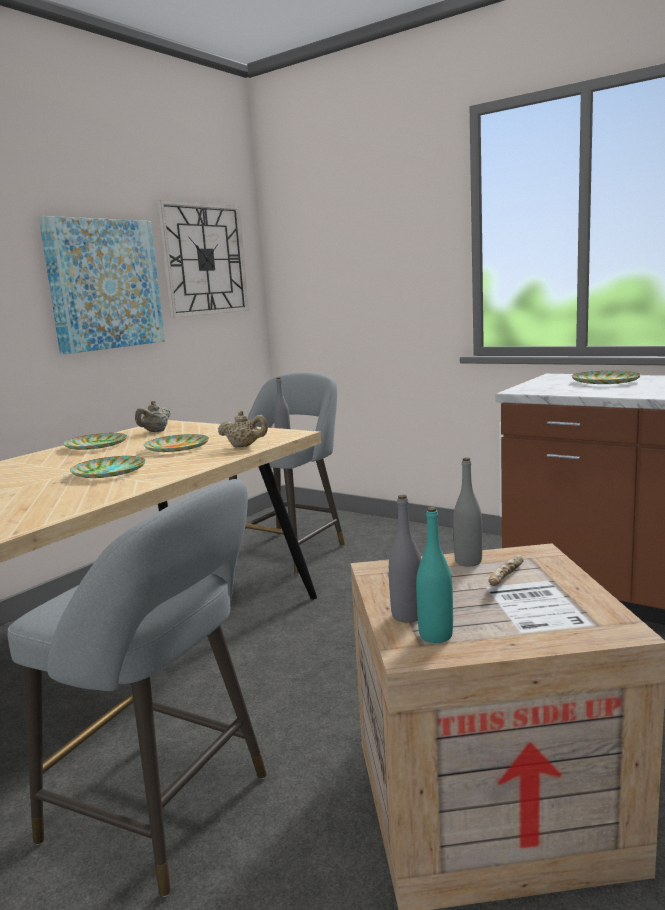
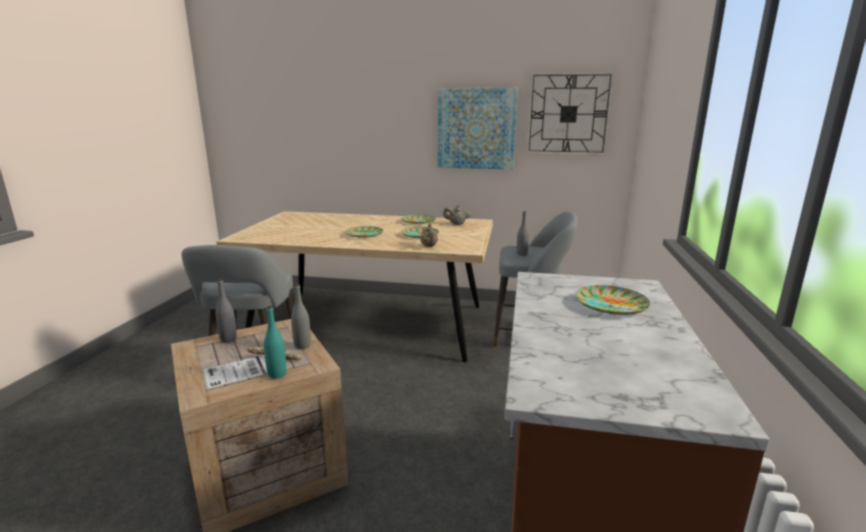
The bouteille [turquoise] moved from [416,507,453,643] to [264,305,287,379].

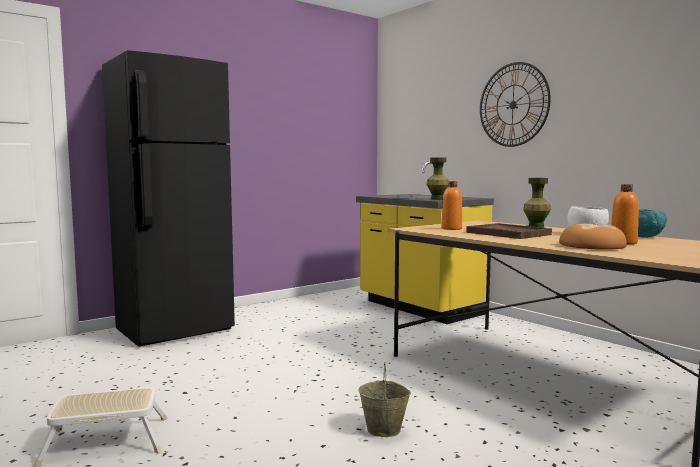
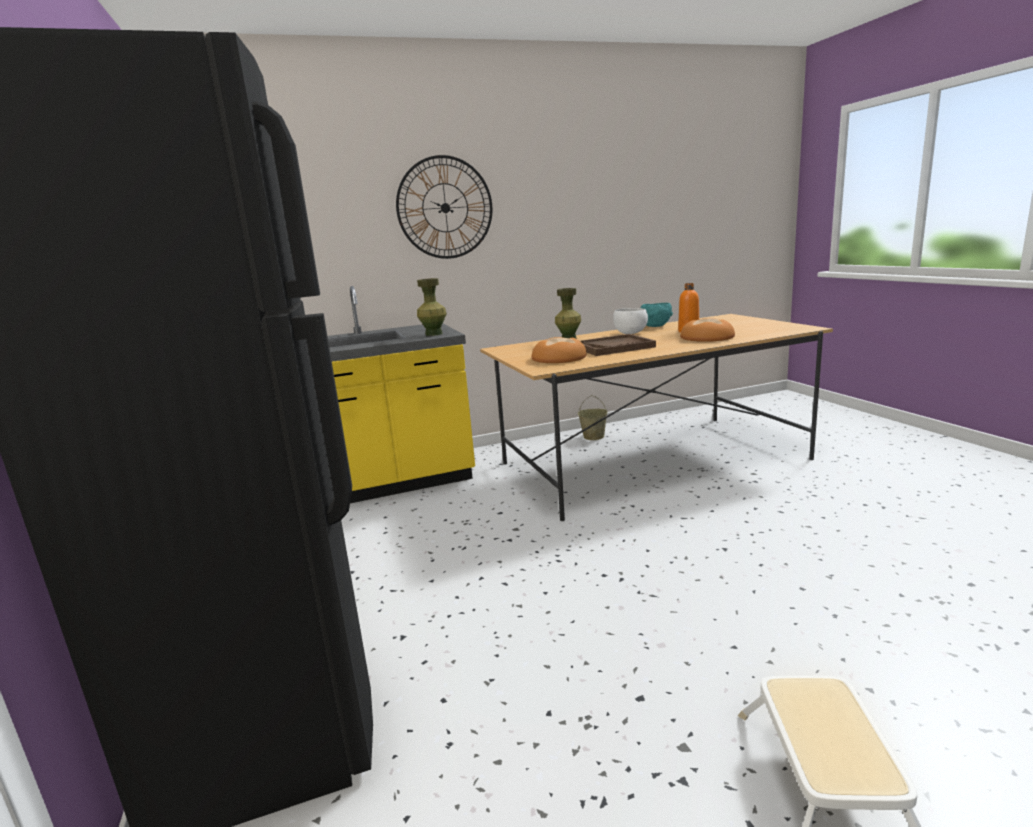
The bouteille [orange] at [441,181,462,230] was replaced by the pain at [532,337,587,363].
The seau [beige] moved from [358,362,411,437] to [578,395,608,440].

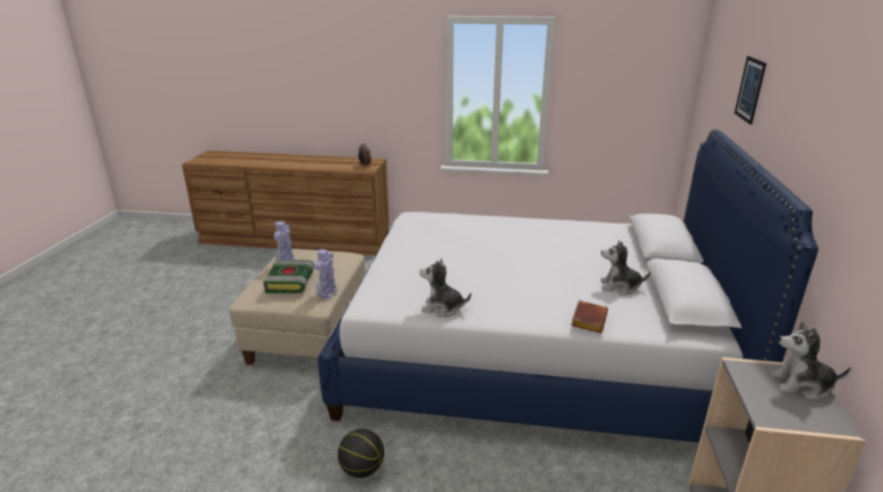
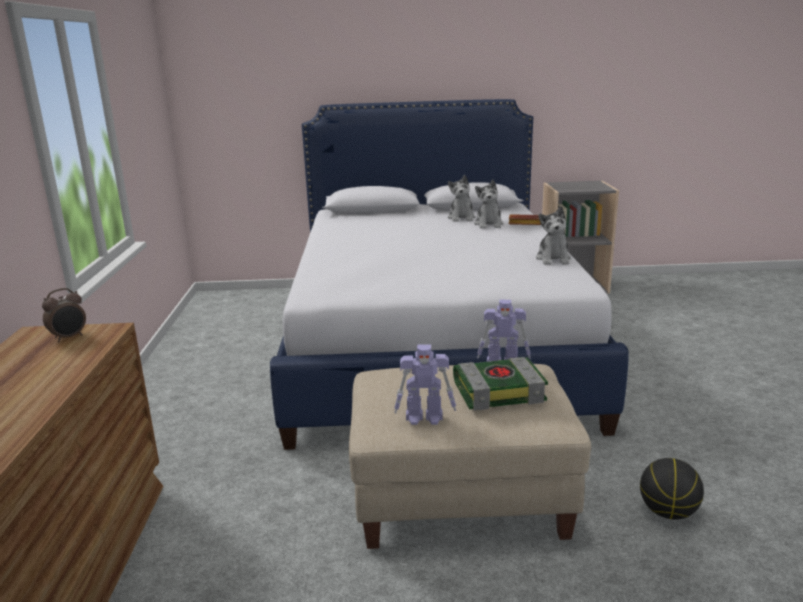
The tableau at [734,56,767,125] disappeared.
The peluche moved from [770,321,851,400] to [474,180,503,228].
The ballon de basket moved from [338,429,384,478] to [640,458,704,520].

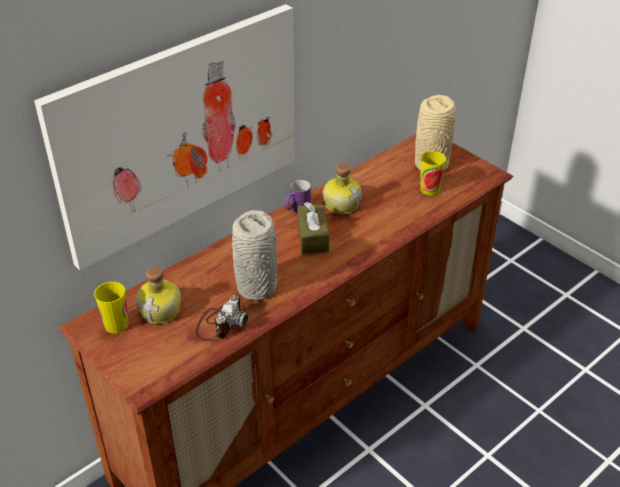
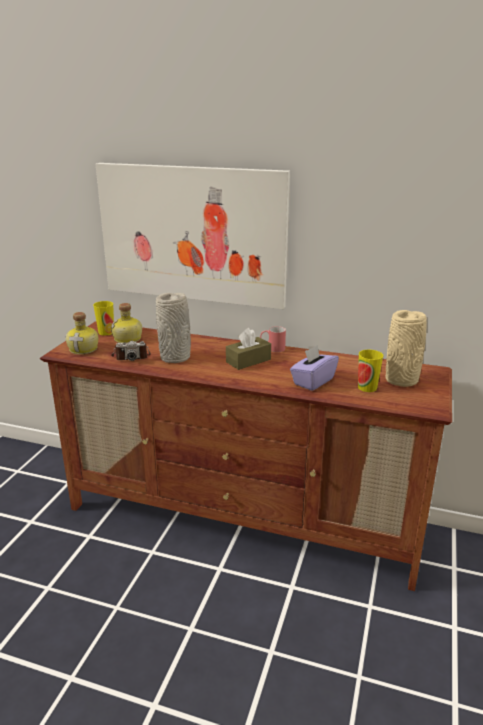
The bouteille moved from [323,163,362,214] to [66,312,98,354].
The mug [violet] at [284,180,311,212] became the mug [rouge] at [260,326,286,352].
The boîte à mouchoirs [violet] at [290,345,339,391] appeared.

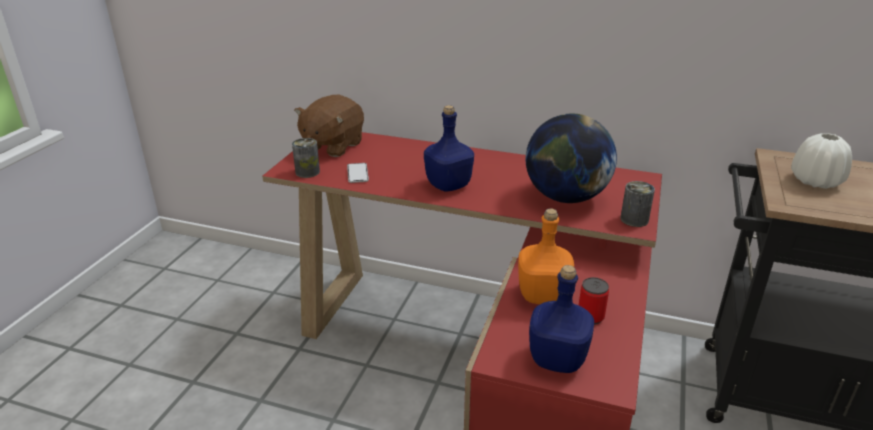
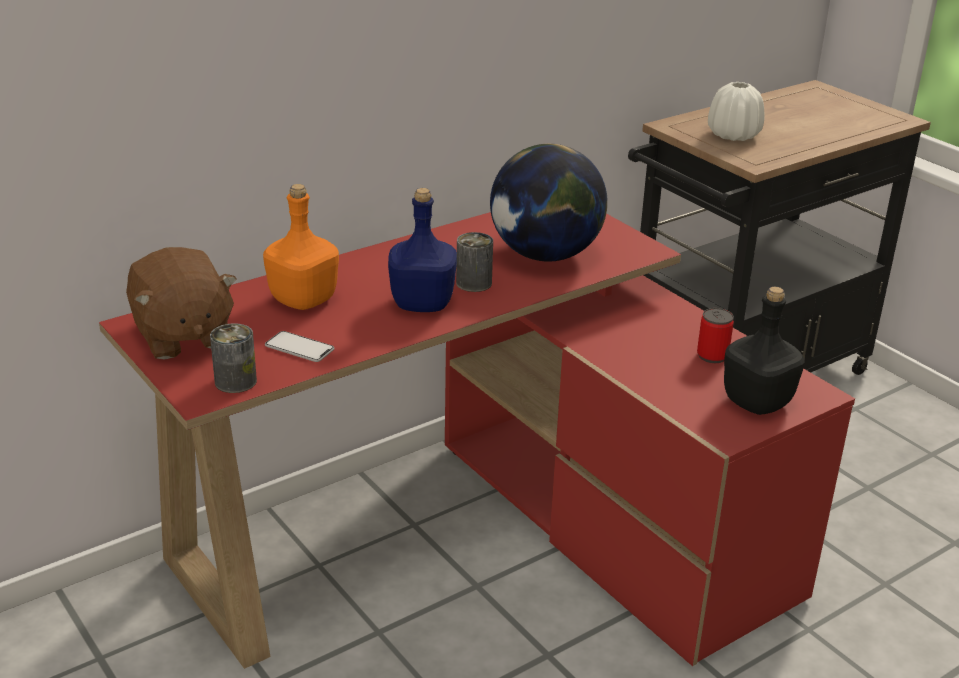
The boîte métallique moved from [620,181,655,227] to [456,232,493,292].
The bouteille [orange] moved from [518,208,574,304] to [263,184,339,310].
The bouteille [bleu] at [529,265,594,373] became the bouteille [noir] at [724,286,805,415].

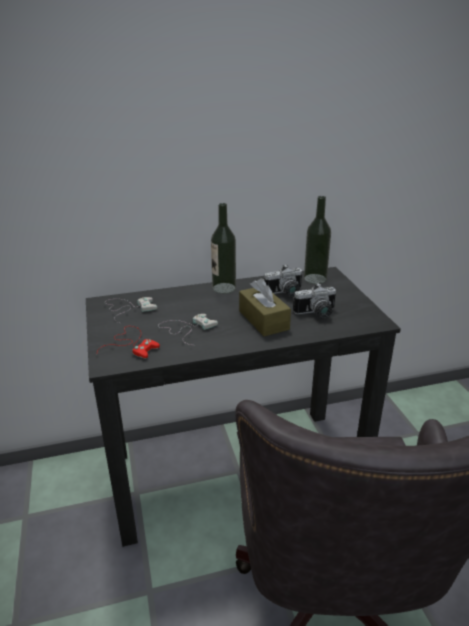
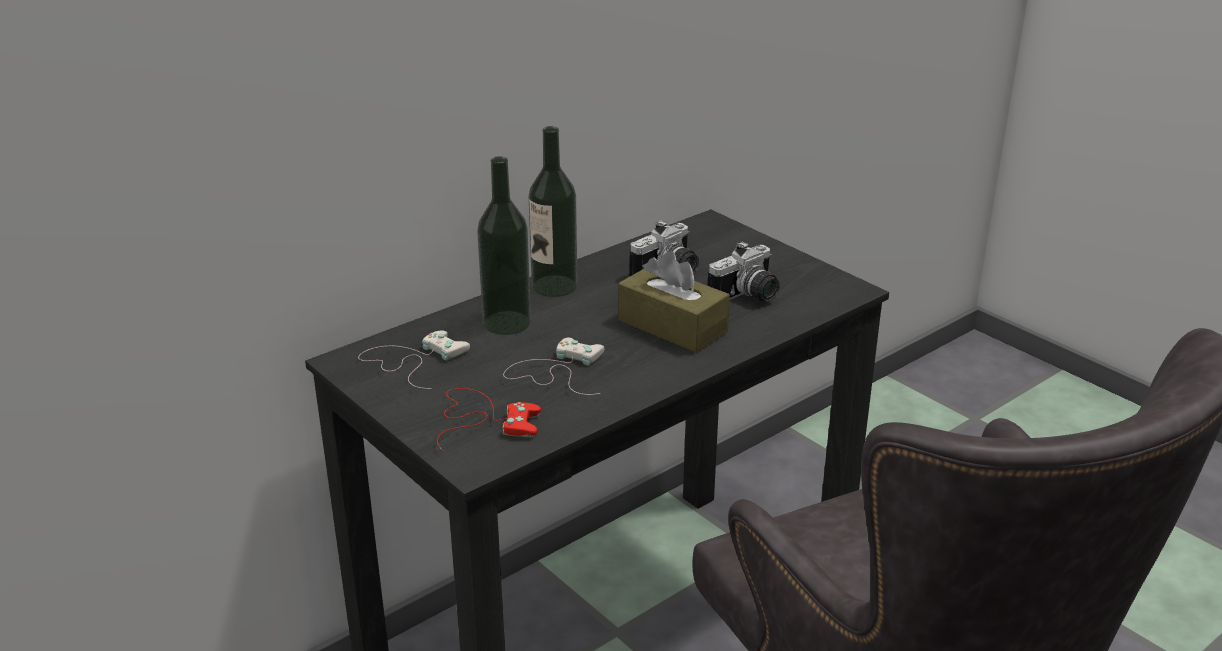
The bouteille moved from [304,196,331,284] to [477,156,531,335].

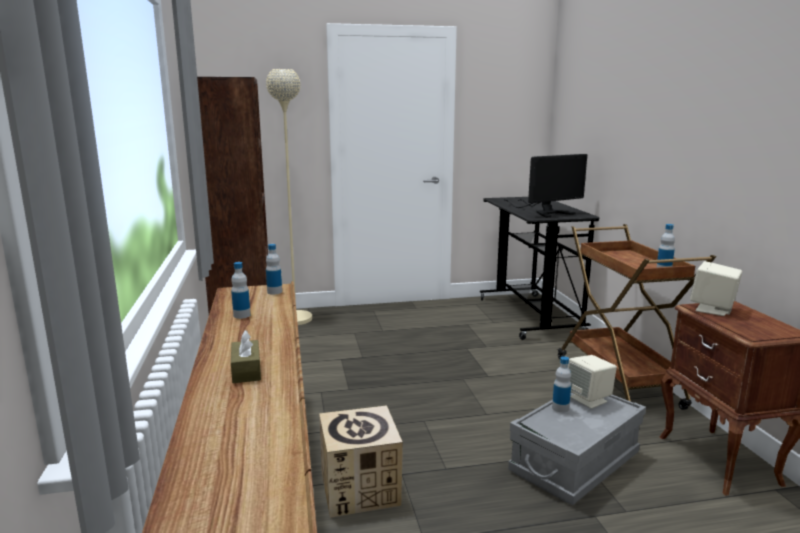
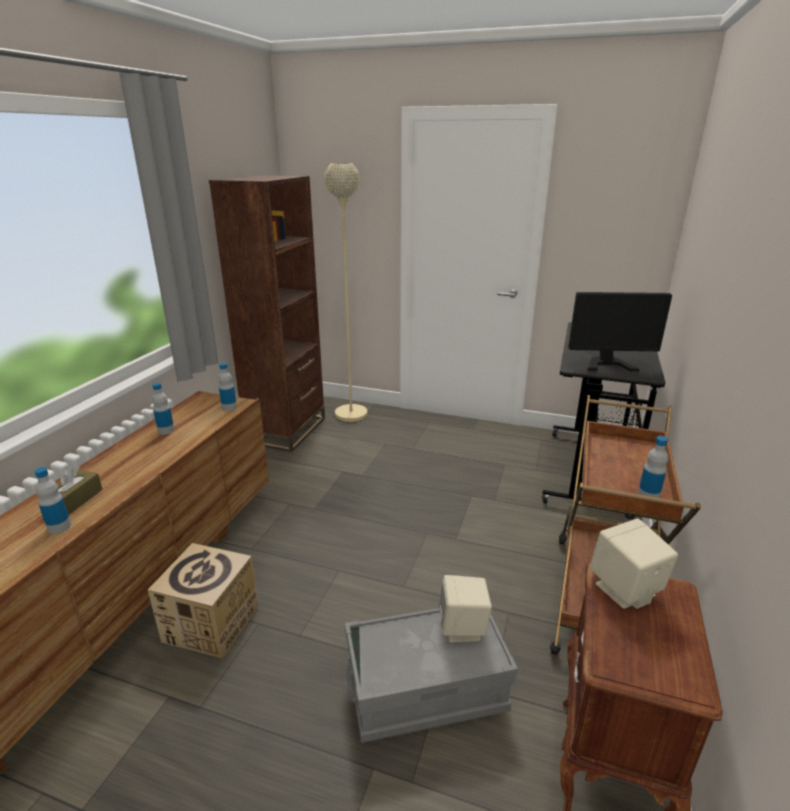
The bouteille moved from [552,356,571,413] to [34,467,71,534].

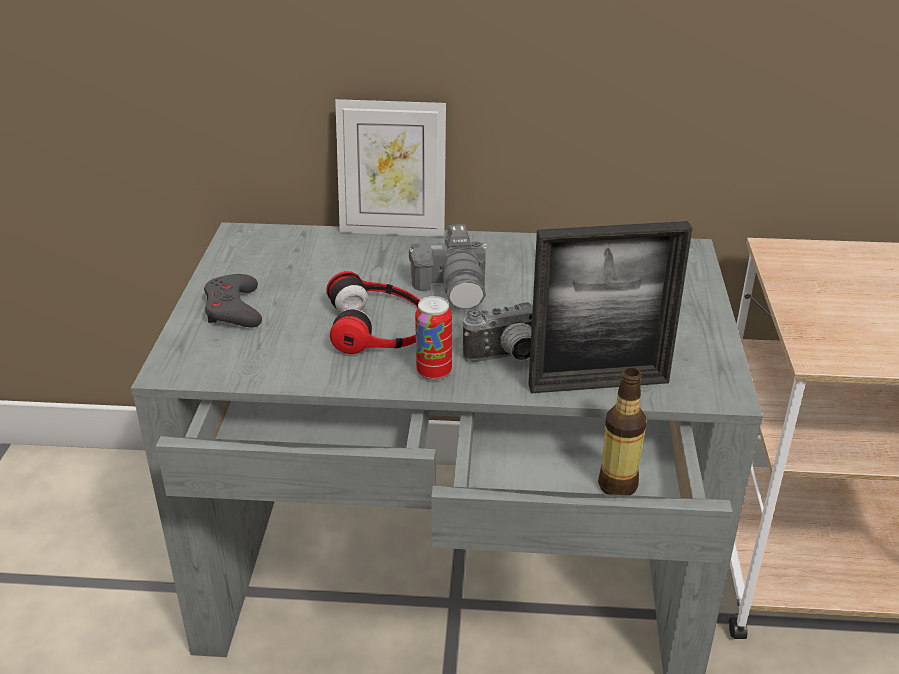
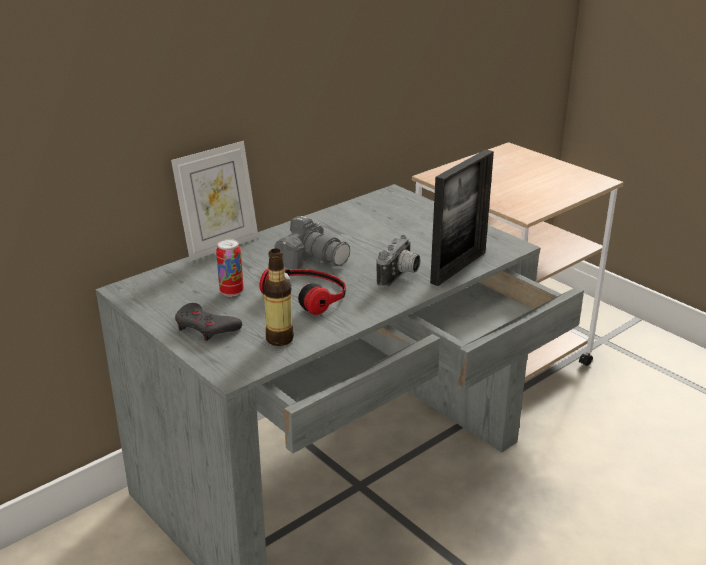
The boîte métallique moved from [415,296,452,380] to [216,239,243,297].
The bouteille moved from [598,368,647,495] to [263,249,294,346].

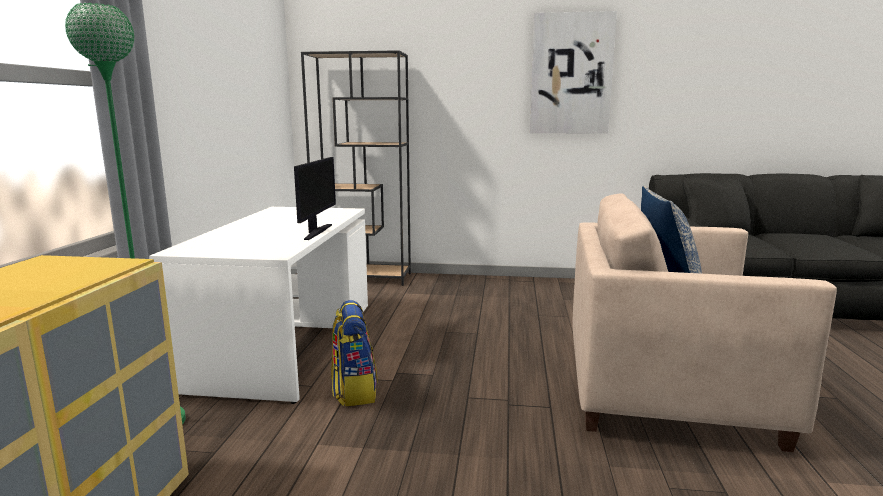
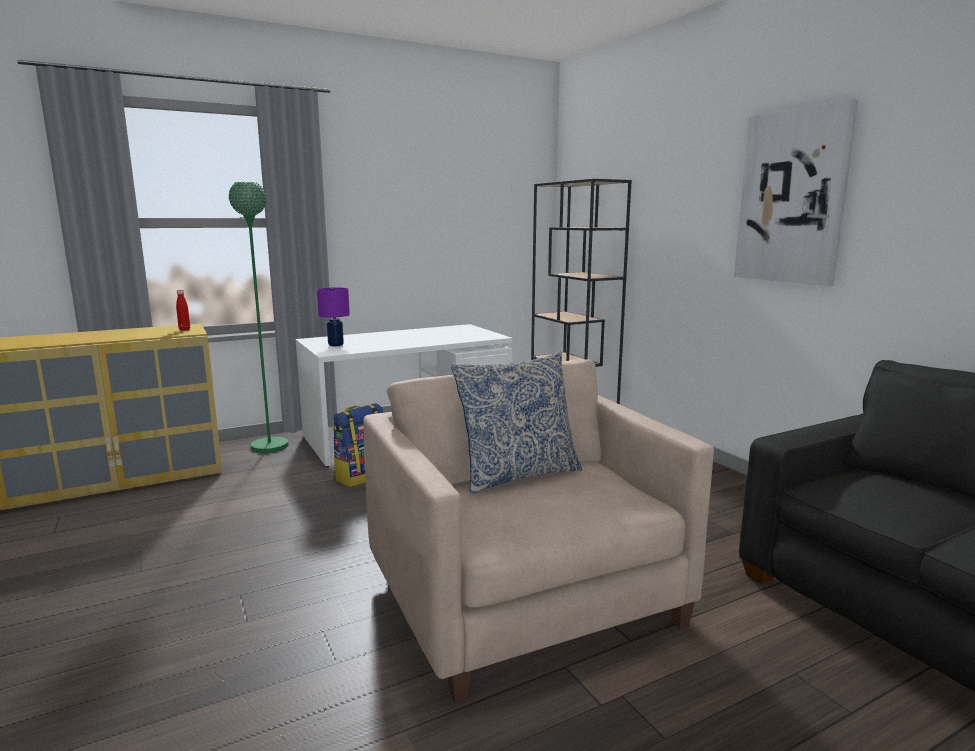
The écran d'ordinateur at [294,157,336,240] disappeared.
The lampe de table [violet] at [317,287,350,346] appeared.
The bouteille [rouge] at [176,290,190,331] appeared.

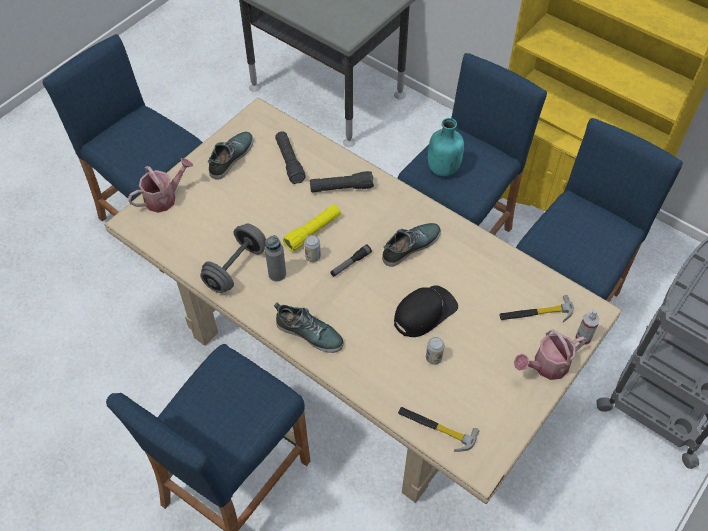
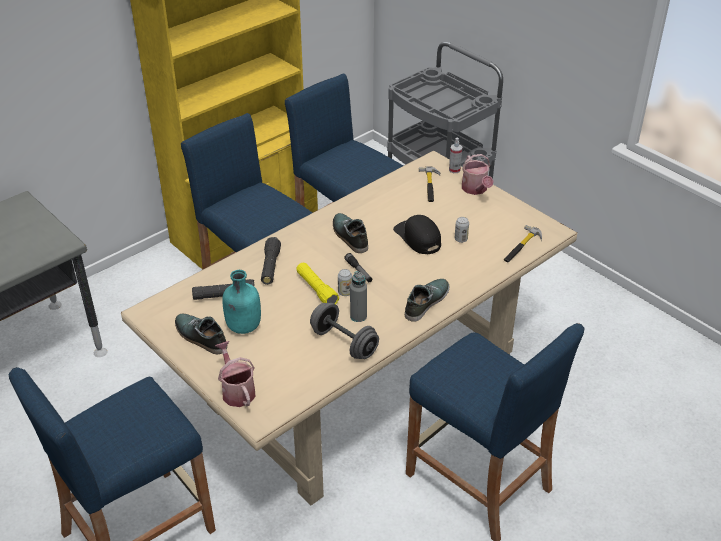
The bouteille [turquoise] moved from [428,118,464,176] to [222,270,261,334].

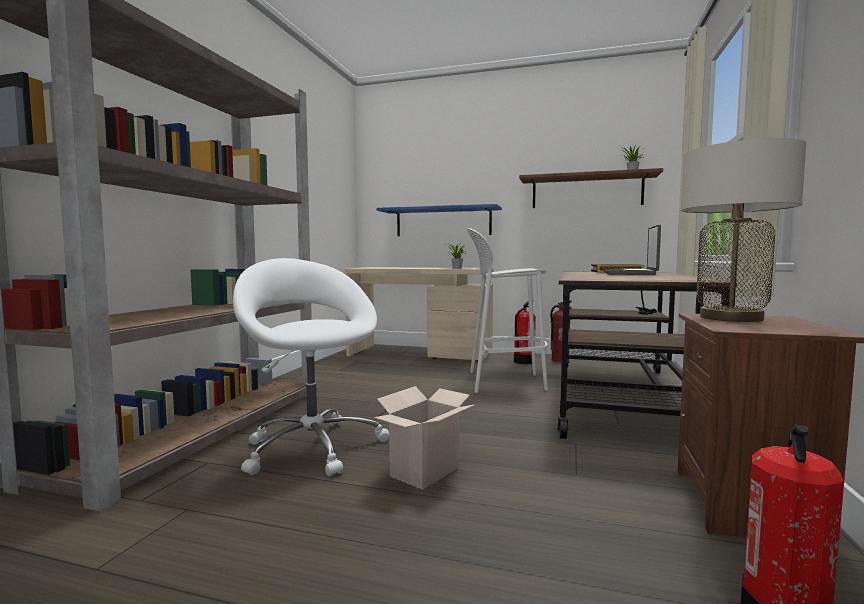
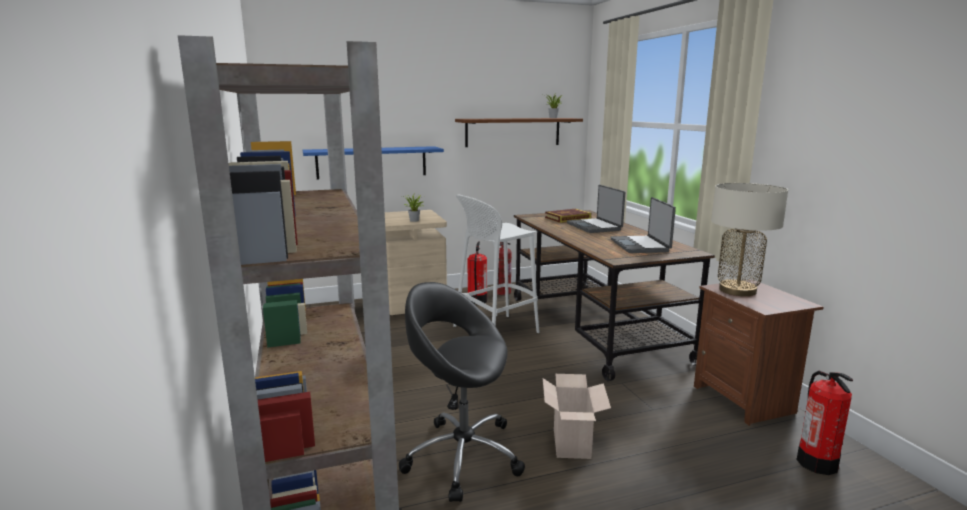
The chaise de bureau [blanc] at [233,258,389,477] became the chaise de bureau [noir] at [399,282,525,502].
The ordinateur portable at [610,197,676,253] appeared.

